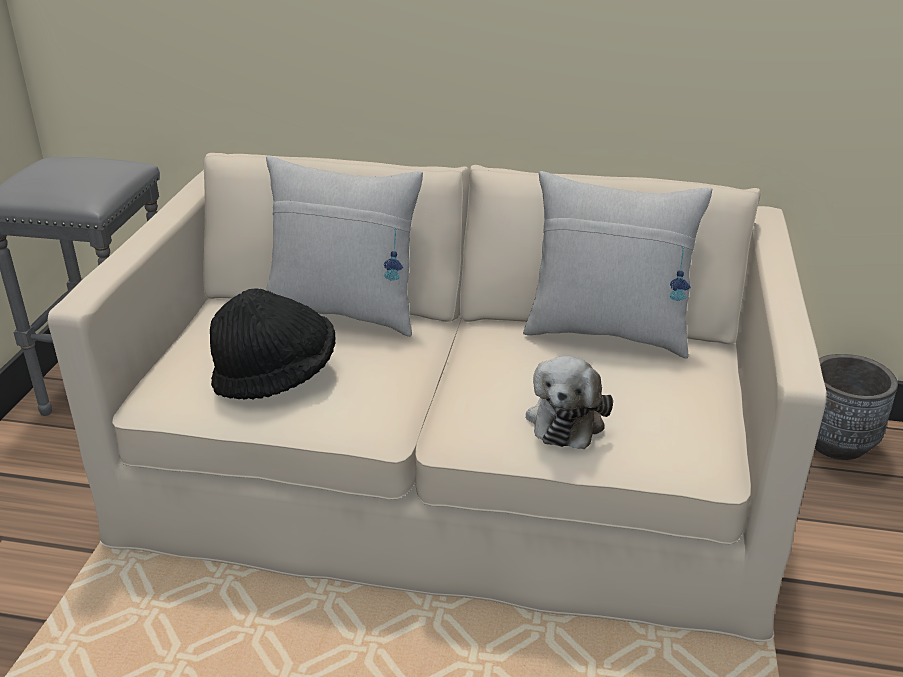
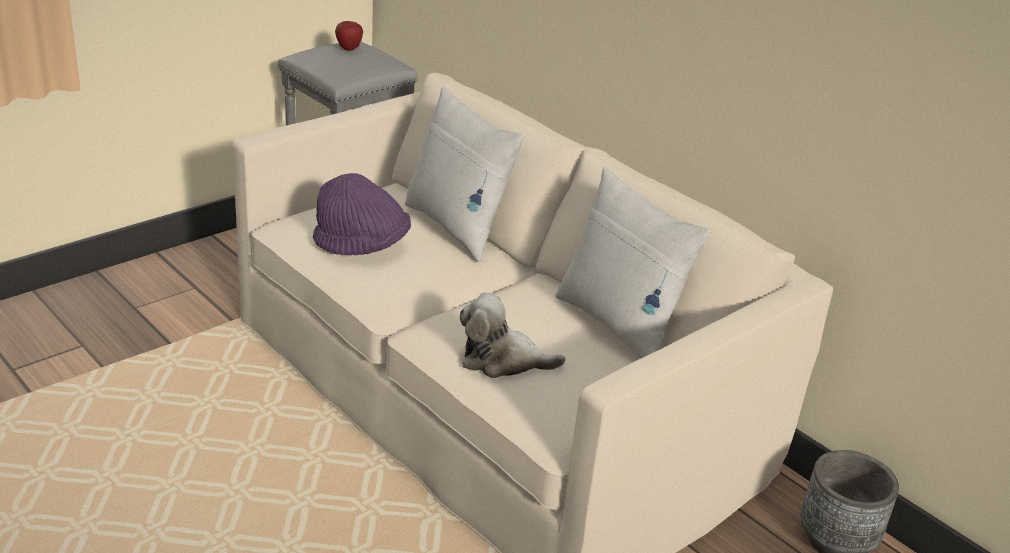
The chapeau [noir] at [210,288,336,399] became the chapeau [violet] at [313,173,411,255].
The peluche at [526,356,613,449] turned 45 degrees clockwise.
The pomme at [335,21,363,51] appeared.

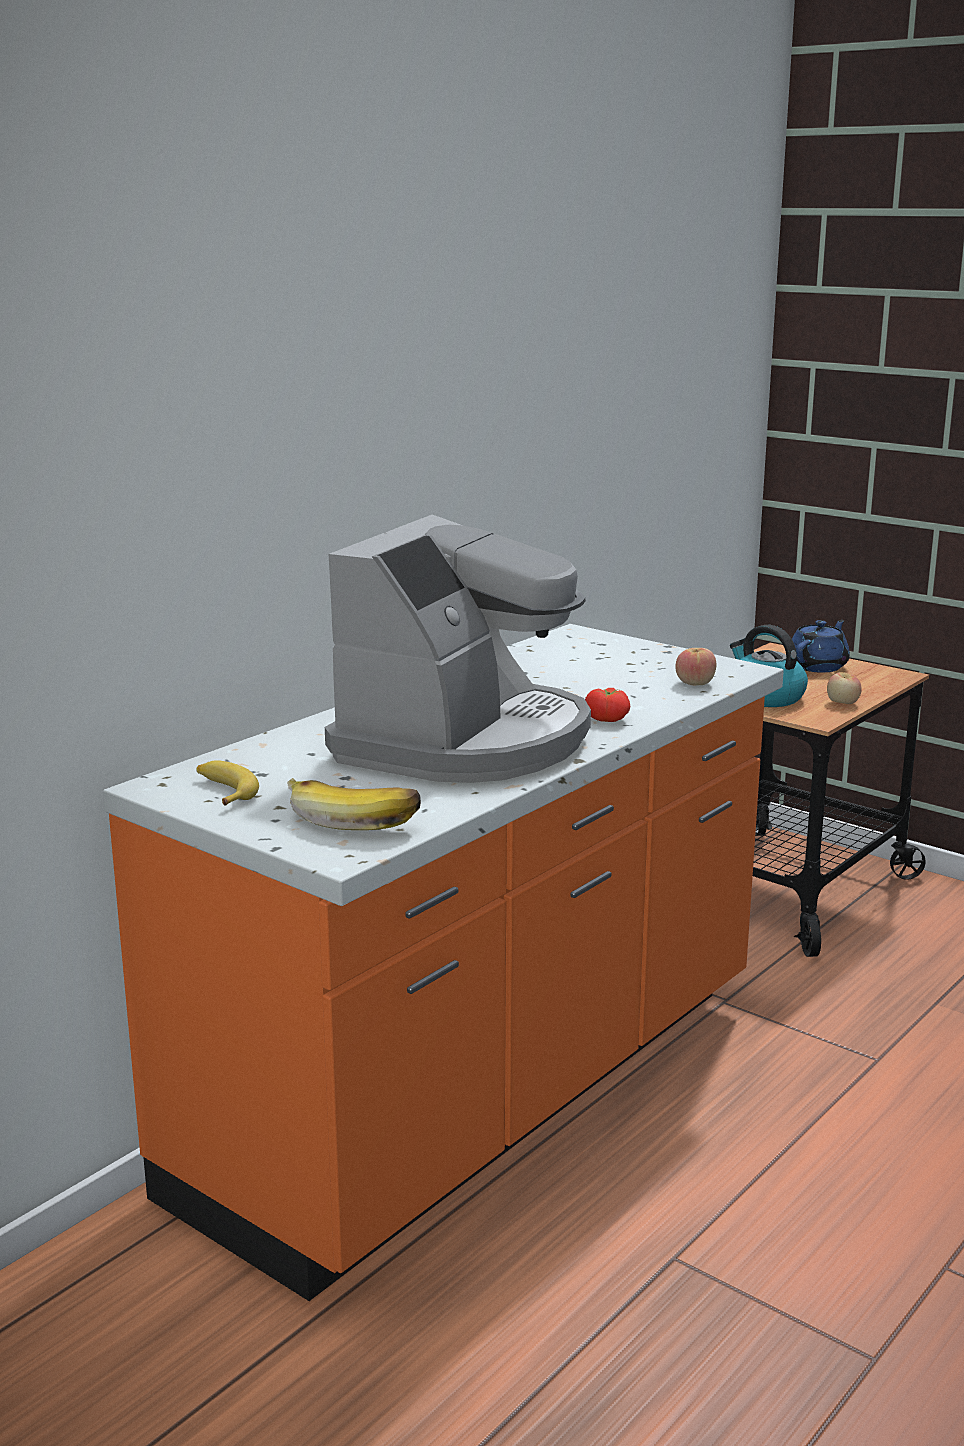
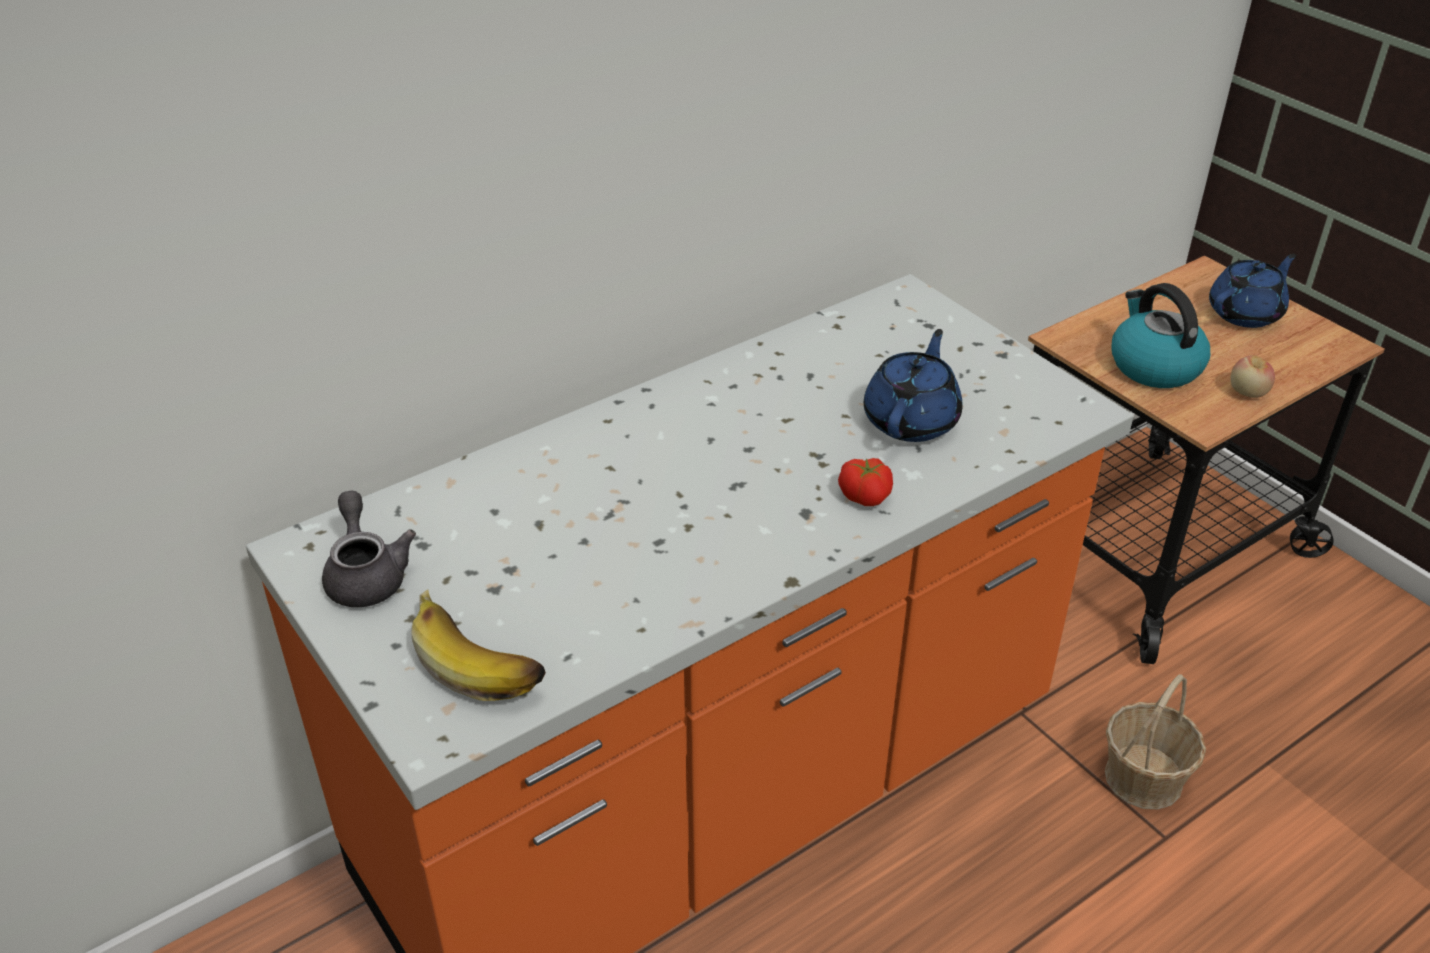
The machine à café at [325,515,591,783] disappeared.
The pomme at [675,648,716,685] disappeared.
The banane at [196,760,259,806] was replaced by the théière [gris] at [322,490,416,607].
The théière [bleu] at [864,329,962,442] appeared.
The panier at [1105,674,1206,809] appeared.

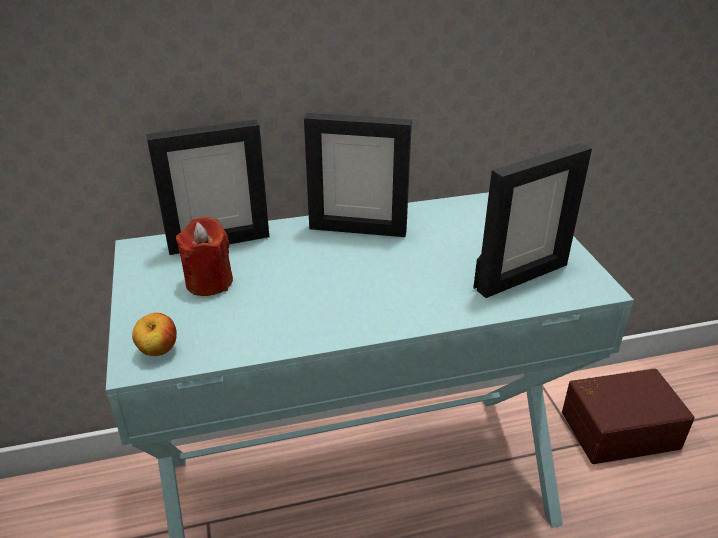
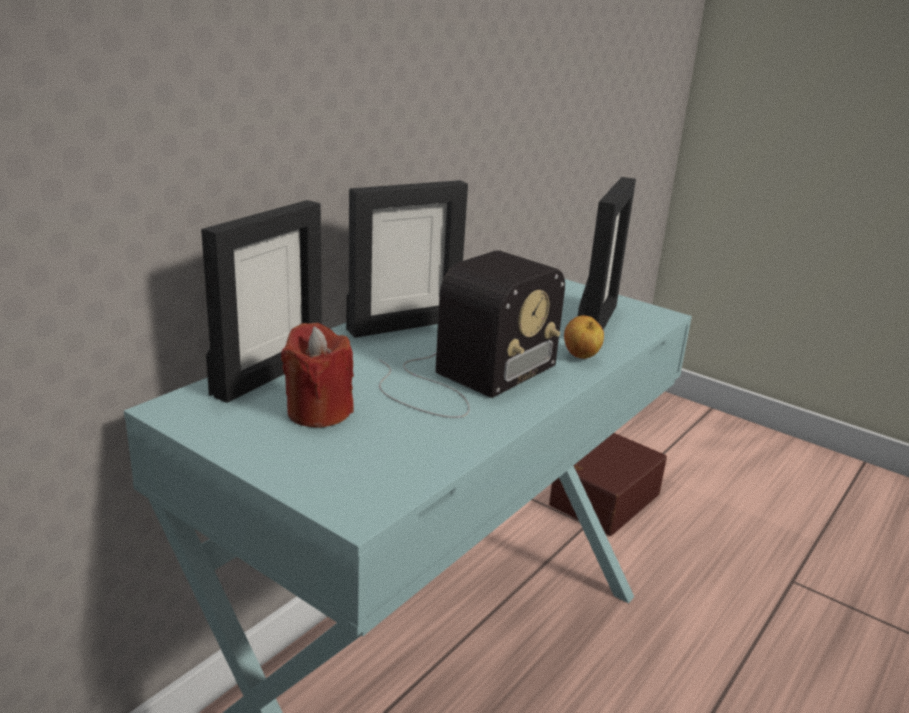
The pomme moved from [132,313,177,356] to [564,315,604,359].
The radio at [379,250,565,418] appeared.

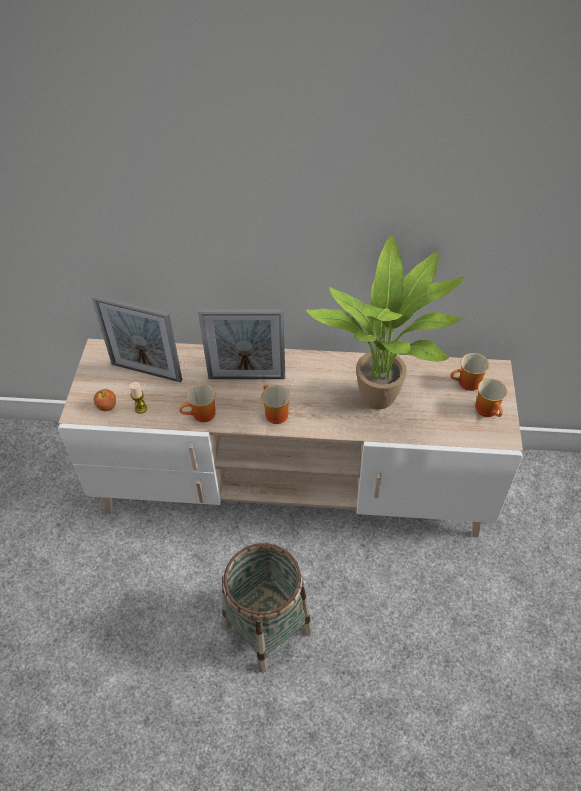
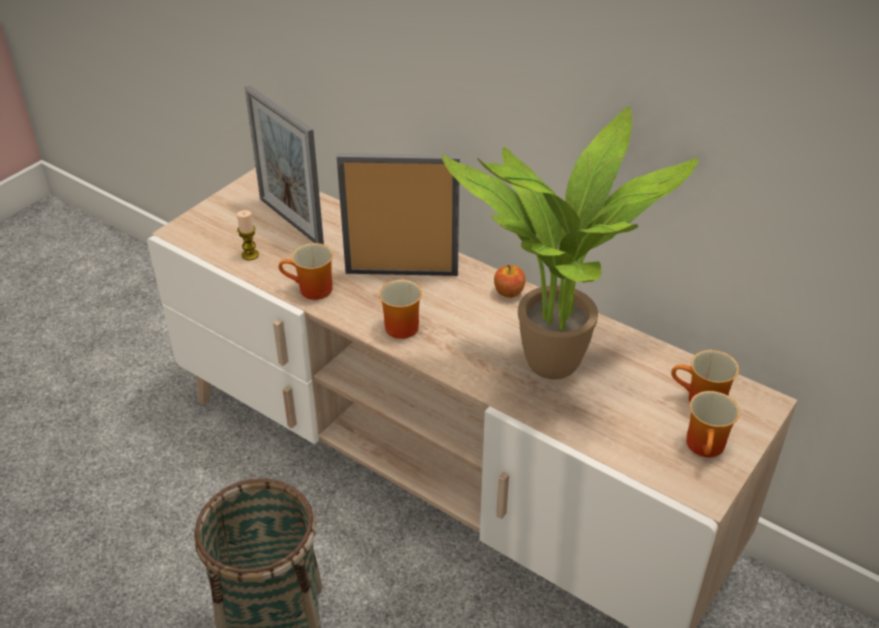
The cadre photo at [198,309,285,379] turned 150 degrees clockwise.
The pomme moved from [94,389,116,411] to [494,265,526,298].

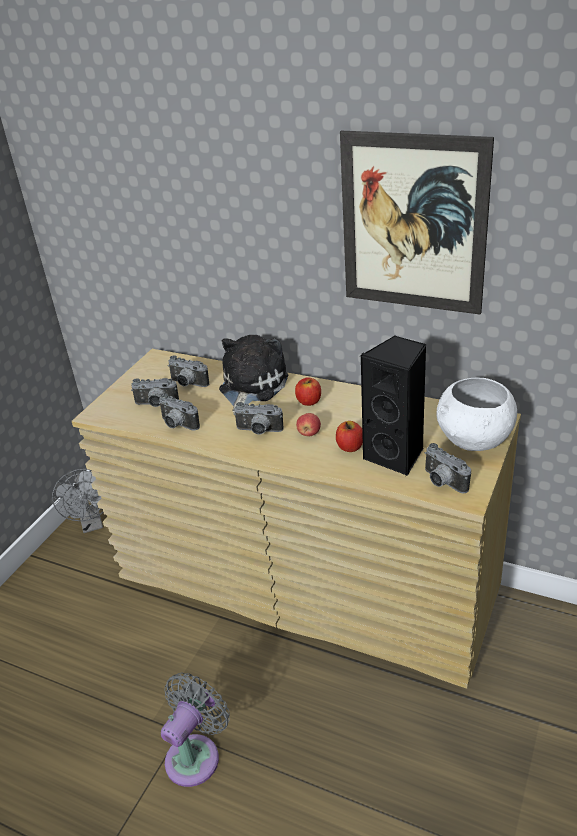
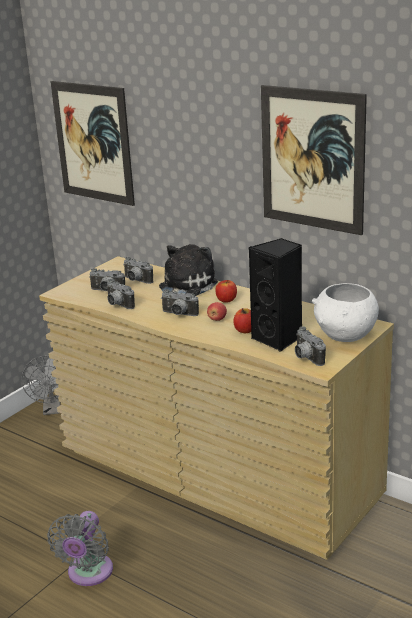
The ventilateur [gris] at [161,673,230,787] turned 150 degrees clockwise.
The tableau at [50,81,135,206] appeared.

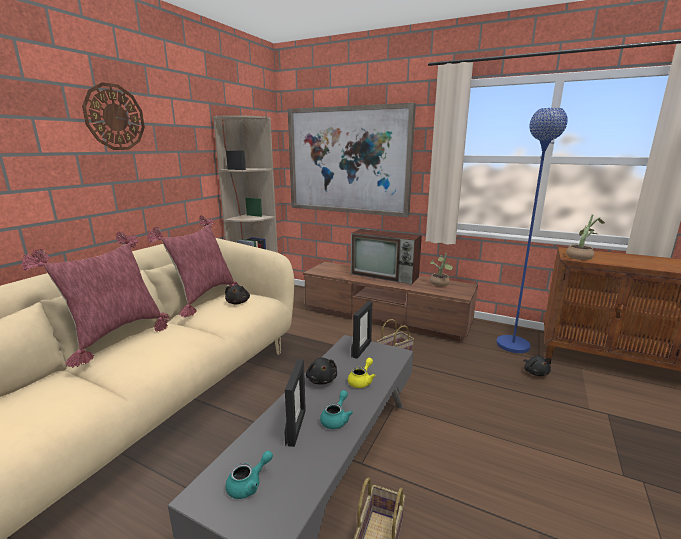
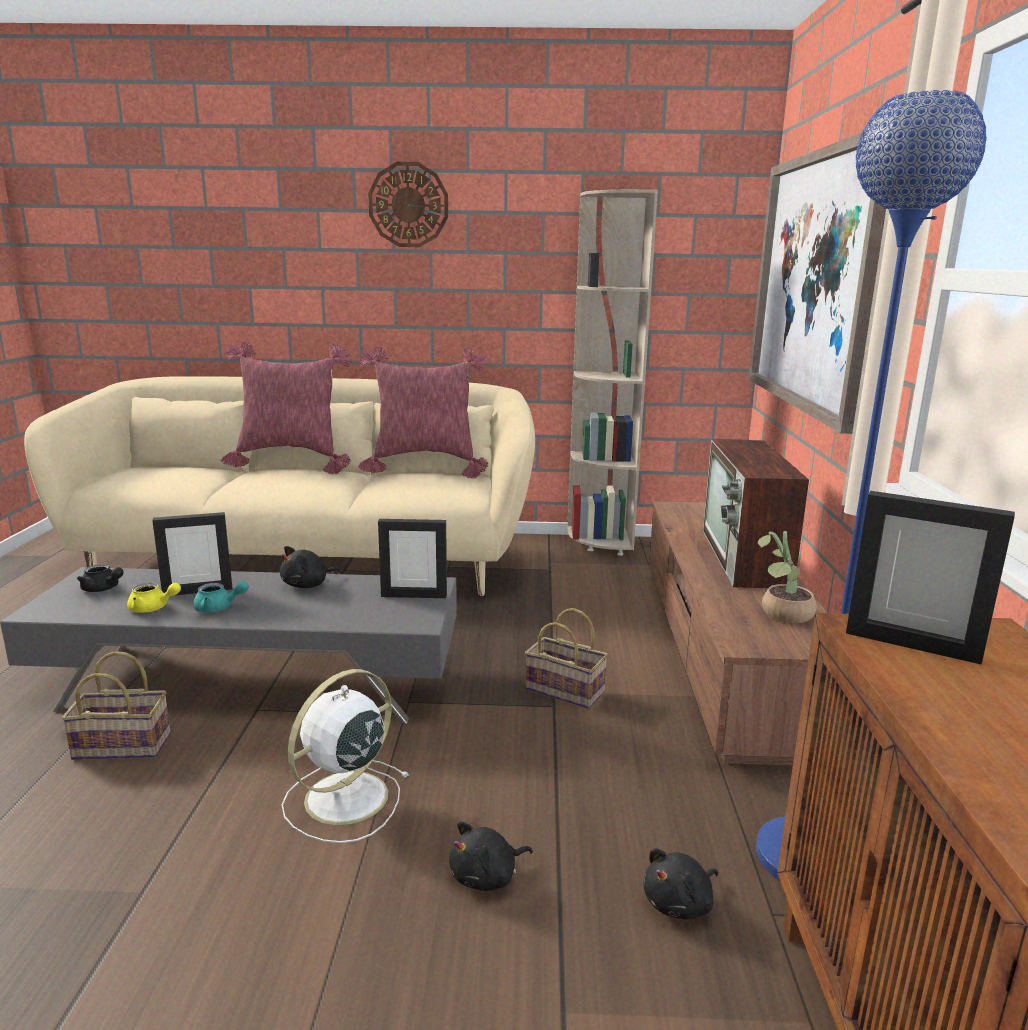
The plante en pot at [566,215,605,260] was replaced by the cadre photo at [846,491,1015,664].
The peluche [noir] moved from [225,285,250,304] to [449,822,533,891].
The théière [jaune] moved from [348,358,376,388] to [127,583,181,613].
The théière [turquoise] at [226,451,273,499] became the théière [noir] at [77,564,124,592].
The ventilateur [blanc] at [281,669,409,843] appeared.

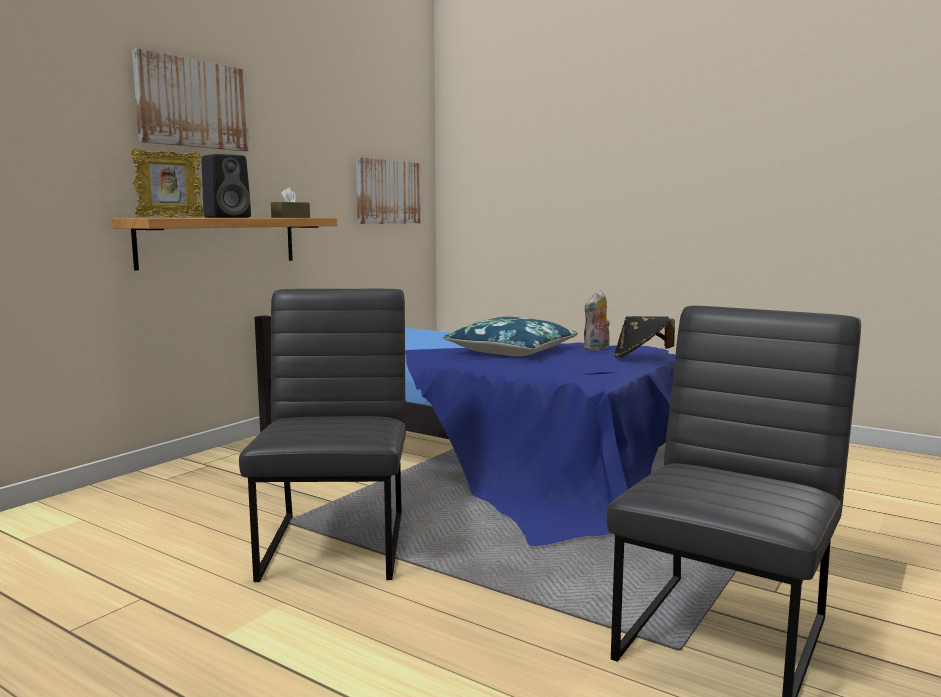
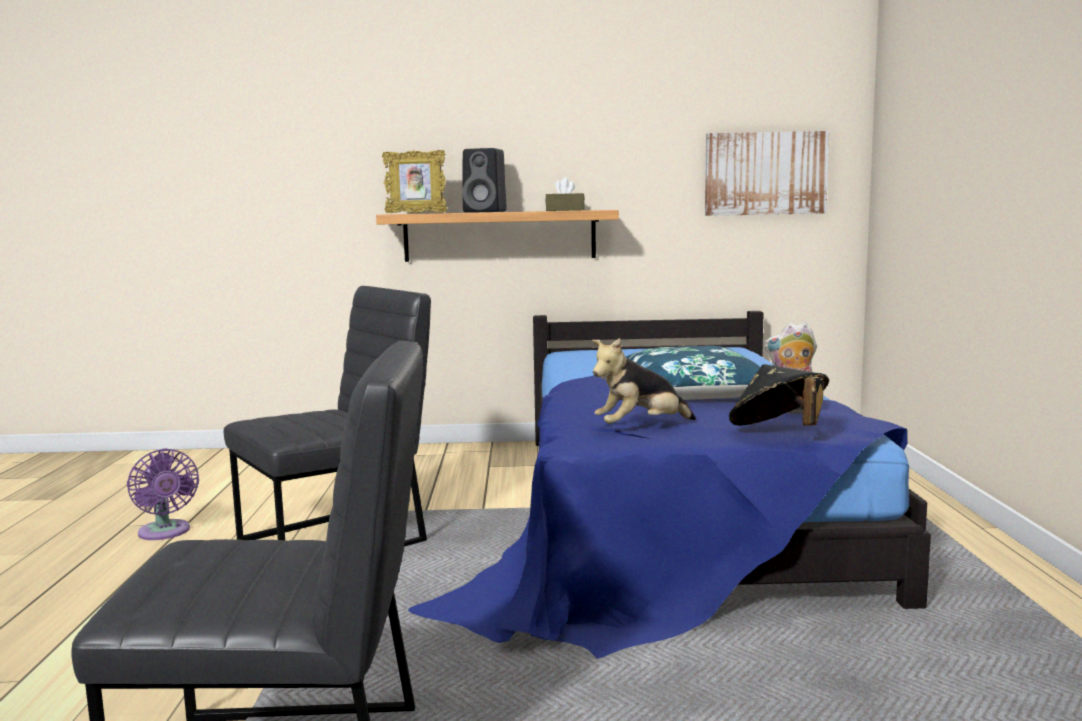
The tableau at [132,48,250,151] disappeared.
The peluche at [592,338,696,424] appeared.
The ventilateur [violet] at [127,448,199,540] appeared.

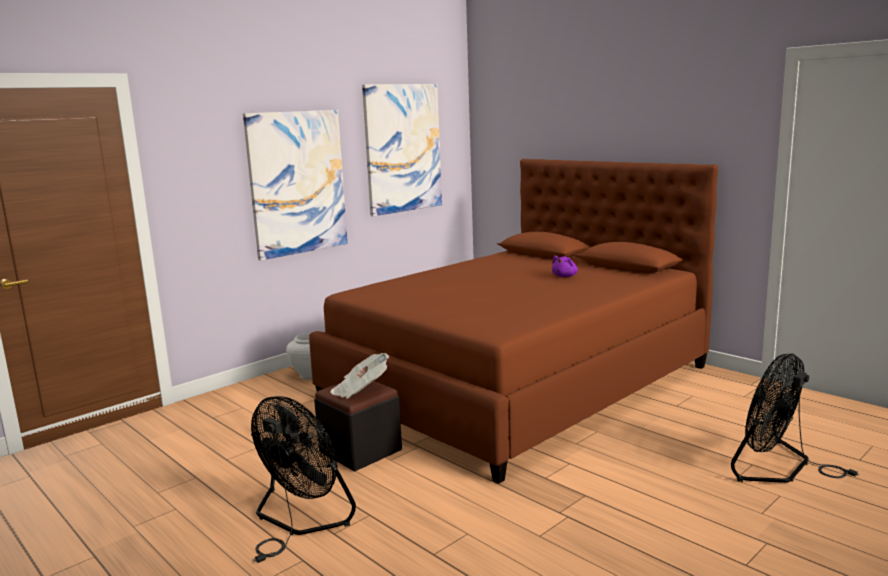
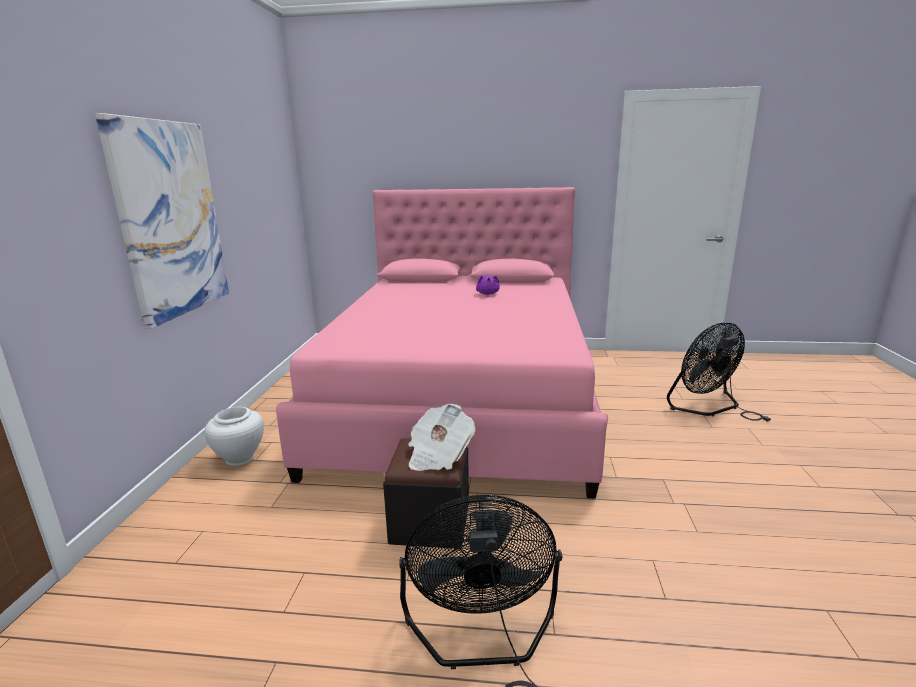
The tableau at [362,84,442,216] disappeared.
The lit [marron] at [309,159,718,483] became the lit [rose] at [276,187,608,499].
The ventilateur [noir] at [731,353,858,483] turned 60 degrees clockwise.

